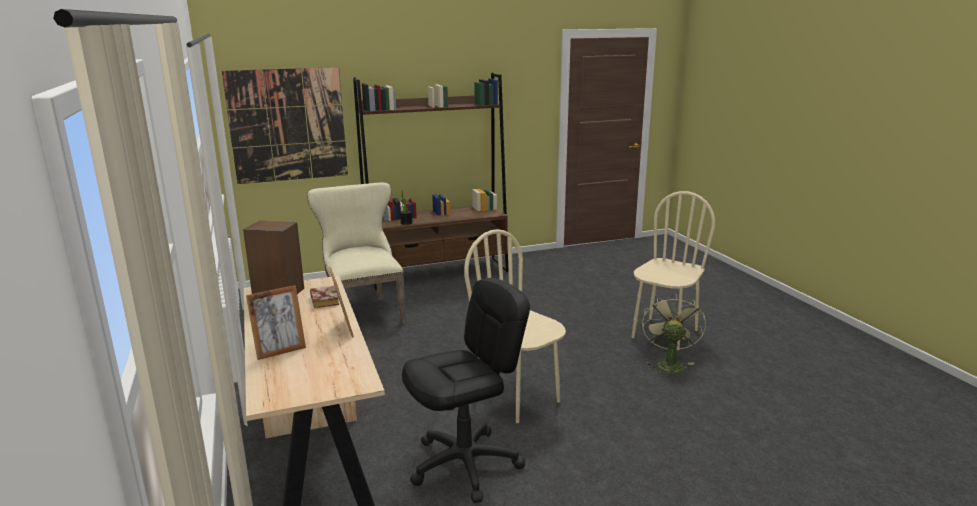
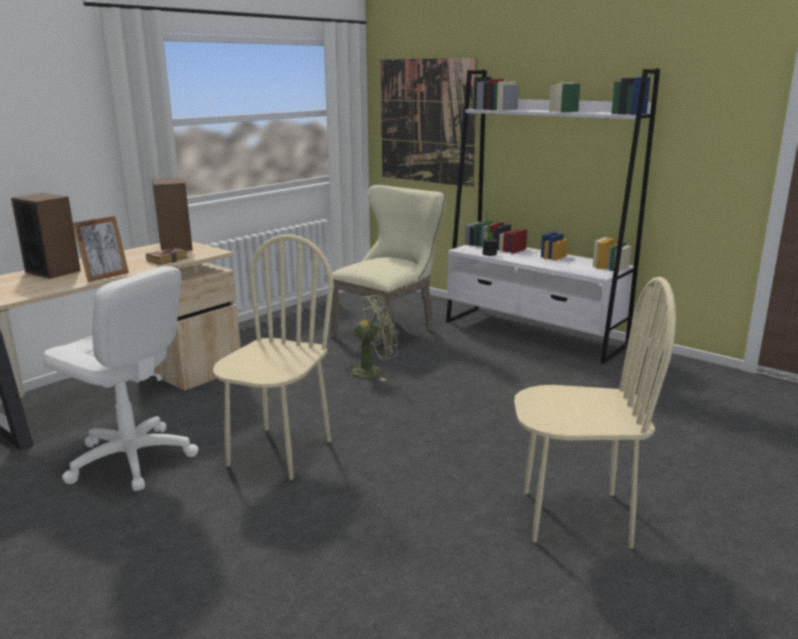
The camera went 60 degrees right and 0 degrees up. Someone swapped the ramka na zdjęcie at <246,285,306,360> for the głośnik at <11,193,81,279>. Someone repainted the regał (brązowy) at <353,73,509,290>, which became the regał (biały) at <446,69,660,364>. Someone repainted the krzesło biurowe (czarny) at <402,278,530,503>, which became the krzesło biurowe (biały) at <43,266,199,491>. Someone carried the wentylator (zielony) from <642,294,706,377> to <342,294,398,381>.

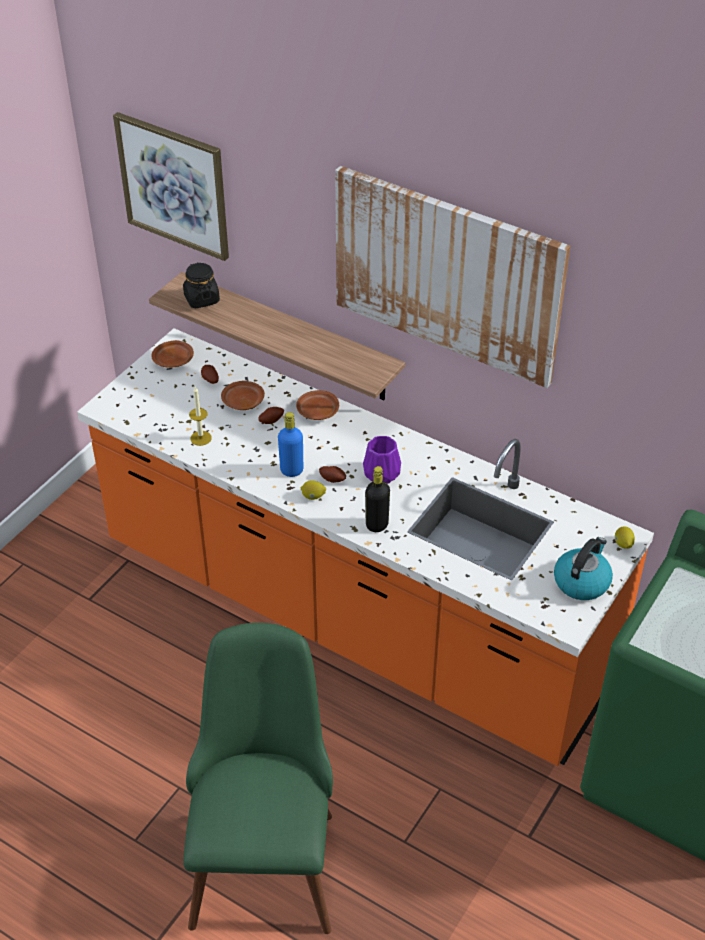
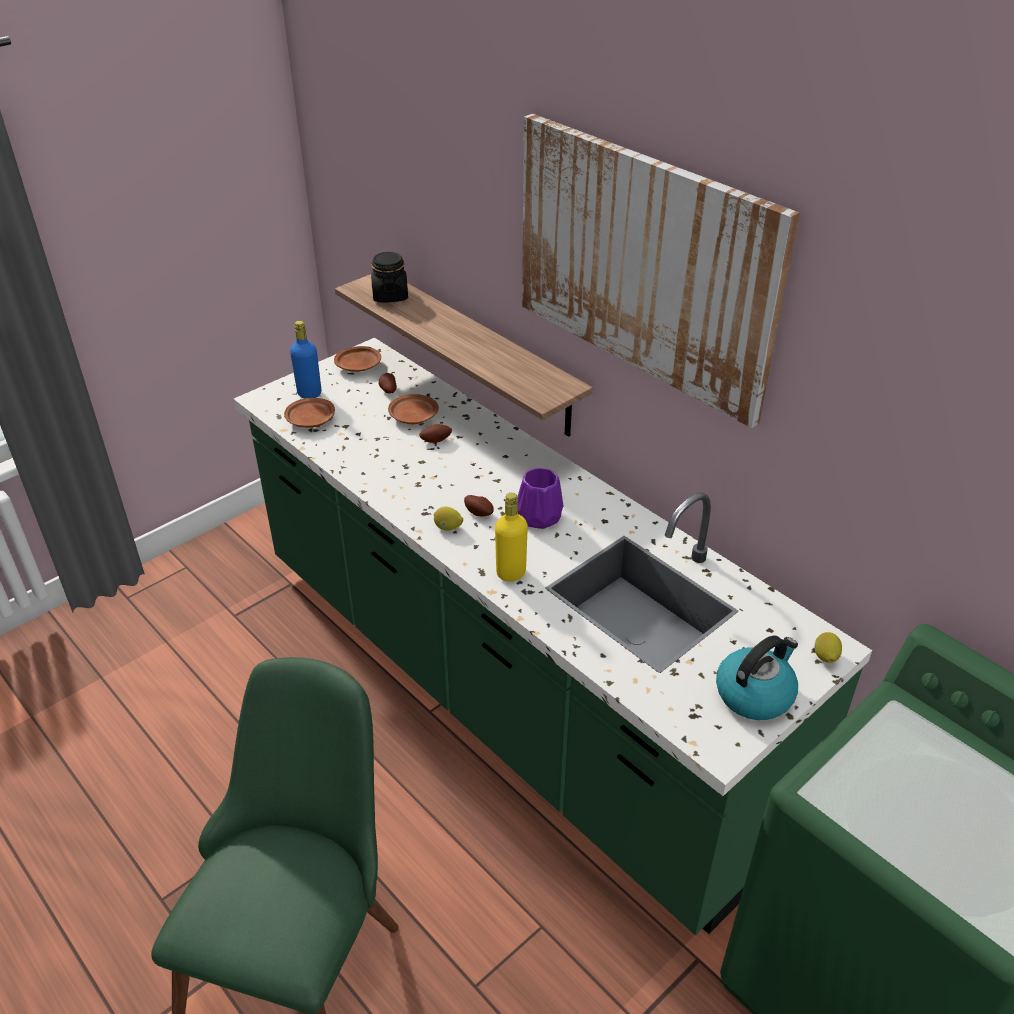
The camera went 15 degrees right and 5 degrees down. Someone repainted the zabudowa kuchenna (pomarańczowy) at <77,328,654,766>, which became the zabudowa kuchenna (zielony) at <233,338,872,935>. Someone took away the obraz at <113,112,229,261>. Someone took away the świeca at <189,387,212,446>. Someone carried the butelka (niebieski) from <278,412,303,477> to <290,321,321,398>. Someone carried the talerz (brązowy) from <296,390,339,420> to <284,398,335,428>. Someone repainted the butelka (czarny) at <365,466,390,532>, which became the butelka (żółty) at <495,493,528,582>.

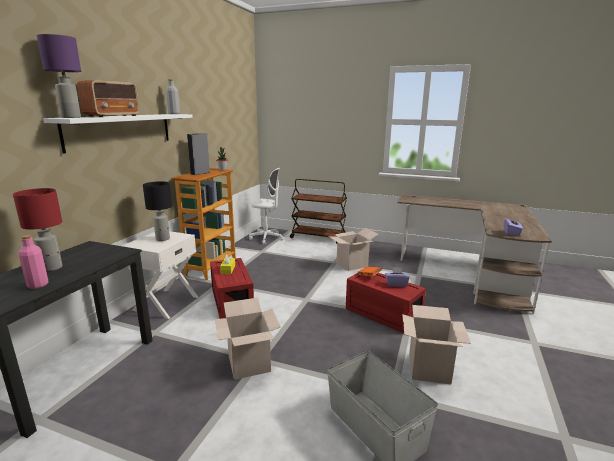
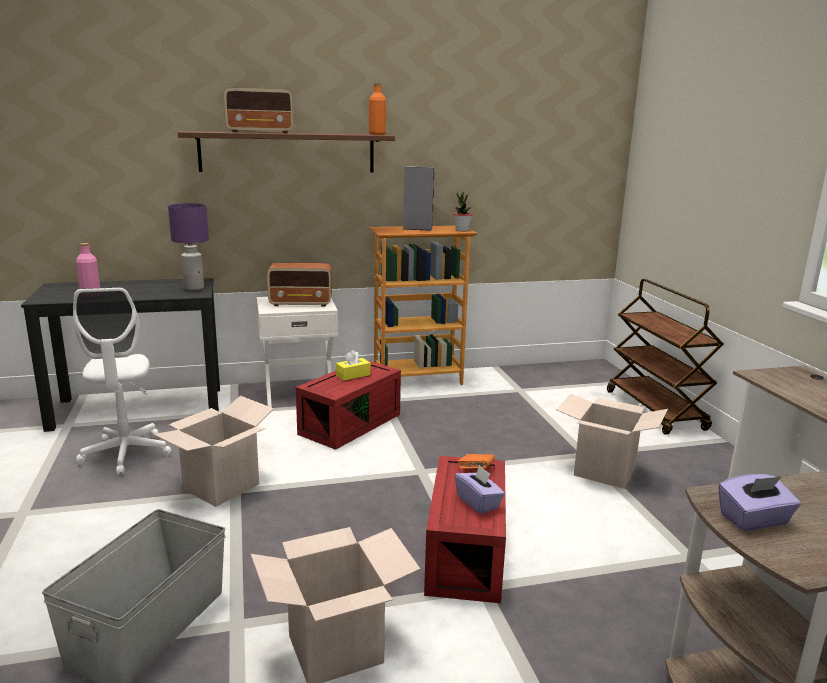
The camera went 55 degrees right and 0 degrees up. Someone took away the lampa stołowa (czerwony) at <13,188,63,271>. Someone carried the lampa stołowa (fioletowy) from <37,34,81,118> to <168,203,209,290>. Someone repainted the półka (biały) at <43,114,193,154>, which became the półka (brązowy) at <178,131,395,173>. Someone swapped the lampa stołowa (czarny) at <143,181,172,241> for the radio at <267,263,332,306>. Someone repainted the butelka (szary) at <166,79,180,114>, which became the butelka (pomarańczowy) at <369,83,386,135>. Someone carried the krzesło biurowe (biały) from <249,168,284,243> to <73,287,172,475>.

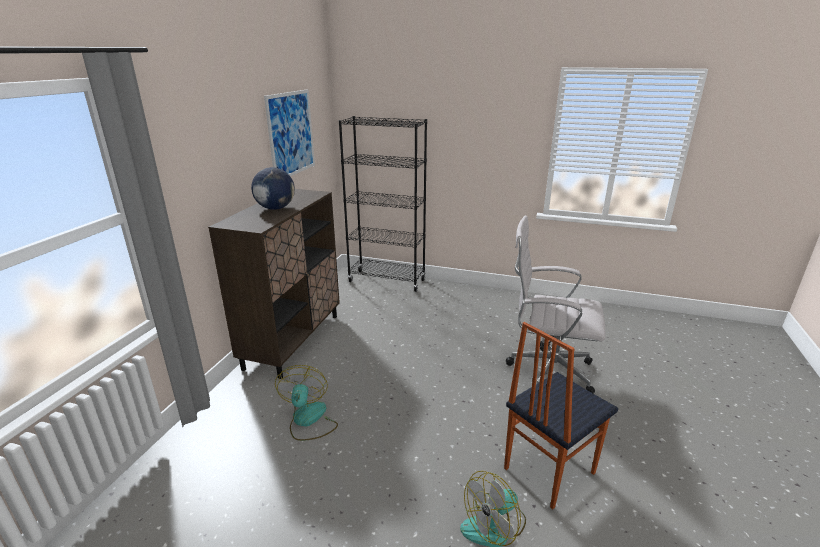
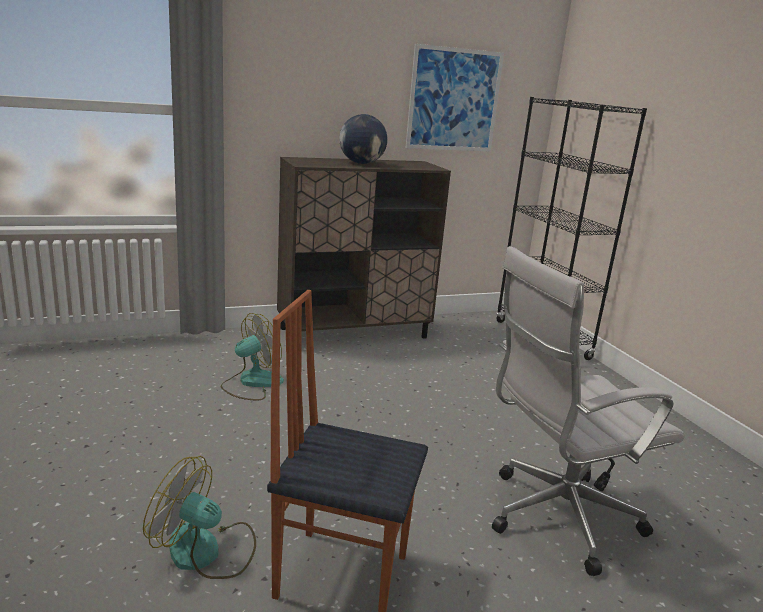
The camera went 50 degrees right and 5 degrees down. Someone rotated the krzesło biurowe (biały) at <506,216,606,394> by 90 degrees counterclockwise.

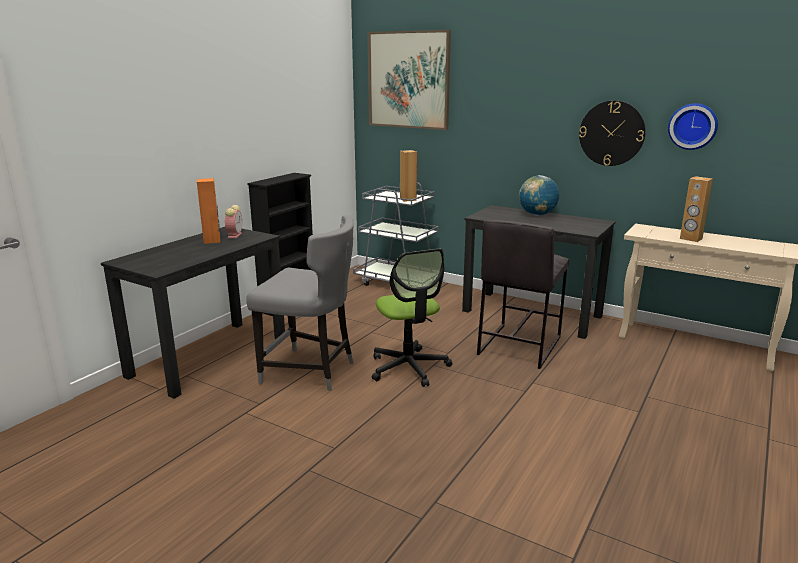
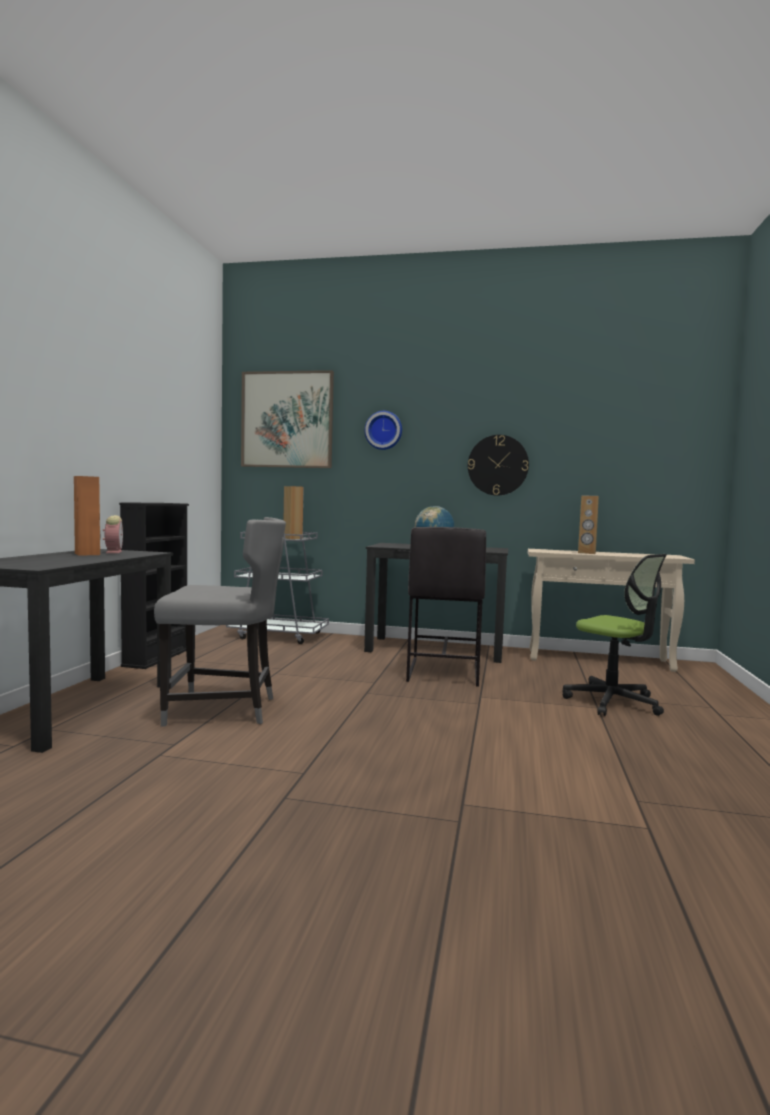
The camera went 20 degrees left and 15 degrees down. Someone carried the krzesło biurowe from <372,249,452,387> to <563,554,667,716>. Someone carried the zegar ścienny from <668,103,718,150> to <364,411,402,450>.

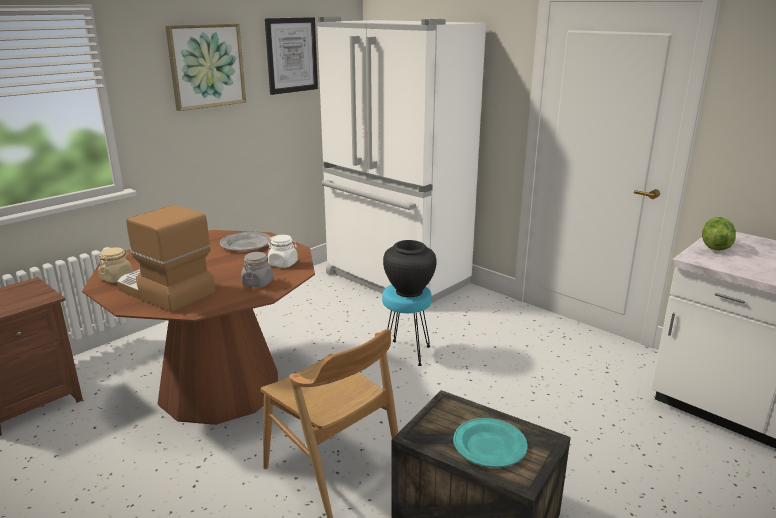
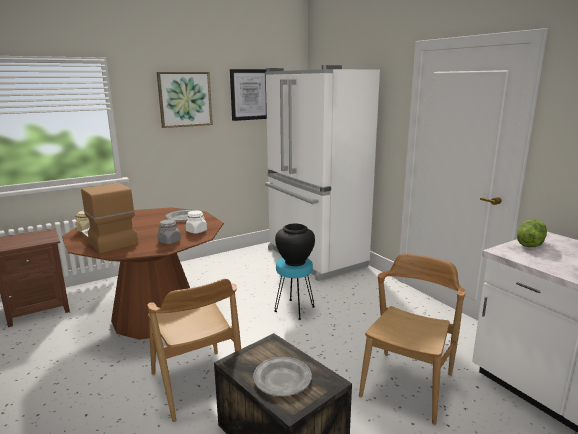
The camera went 15 degrees right and 5 degrees down. Someone repainted the talerz (turkusowy) at <453,418,528,467>, which became the talerz (szary) at <253,357,312,396>. Someone put down the krzesło (brązowy) at <359,254,466,425>.

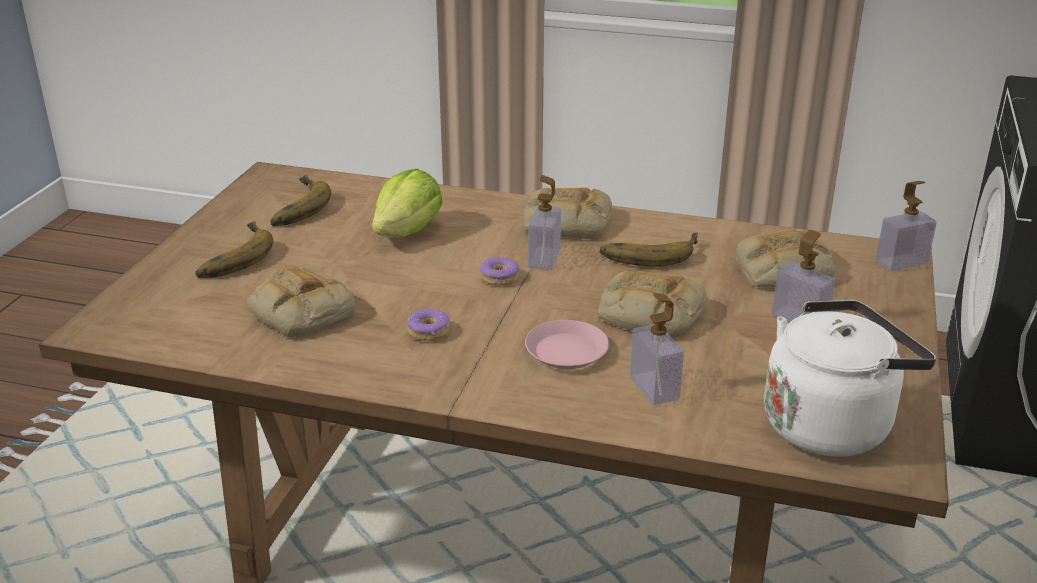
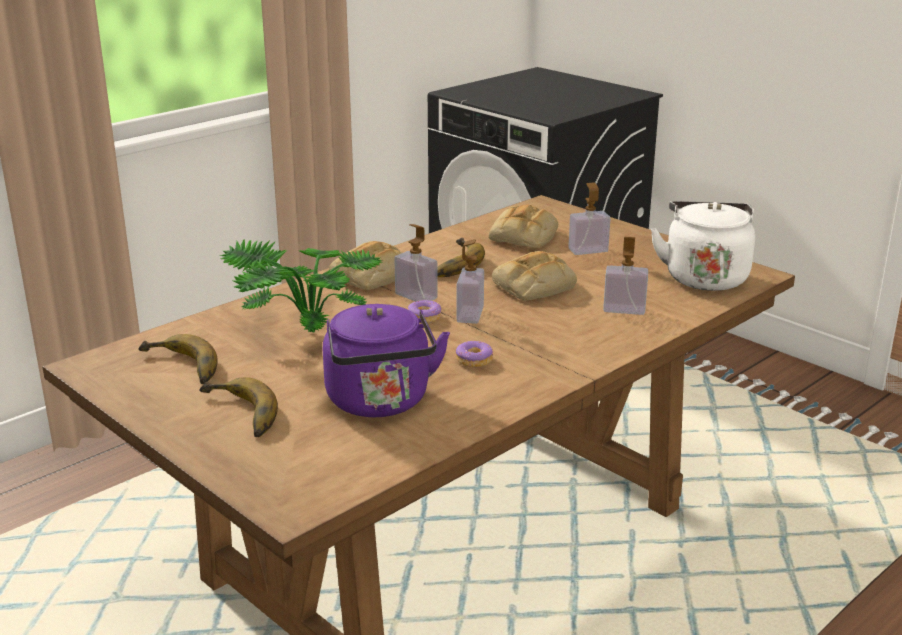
The camera went 60 degrees left and 5 degrees down. Someone swapped the chleb at <247,266,356,337> for the czajnik (fioletowy) at <323,304,450,417>. Someone swapped the sałata at <372,168,443,238> for the roślina doniczkowa at <220,239,382,333>. Someone took away the talerz (różowy) at <525,320,609,369>. Someone carried the dozownik mydła from <876,181,936,271> to <456,239,484,324>.

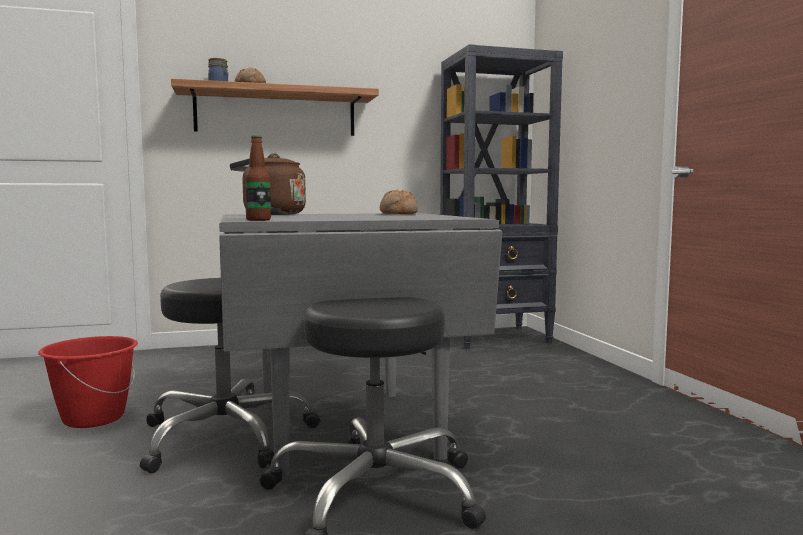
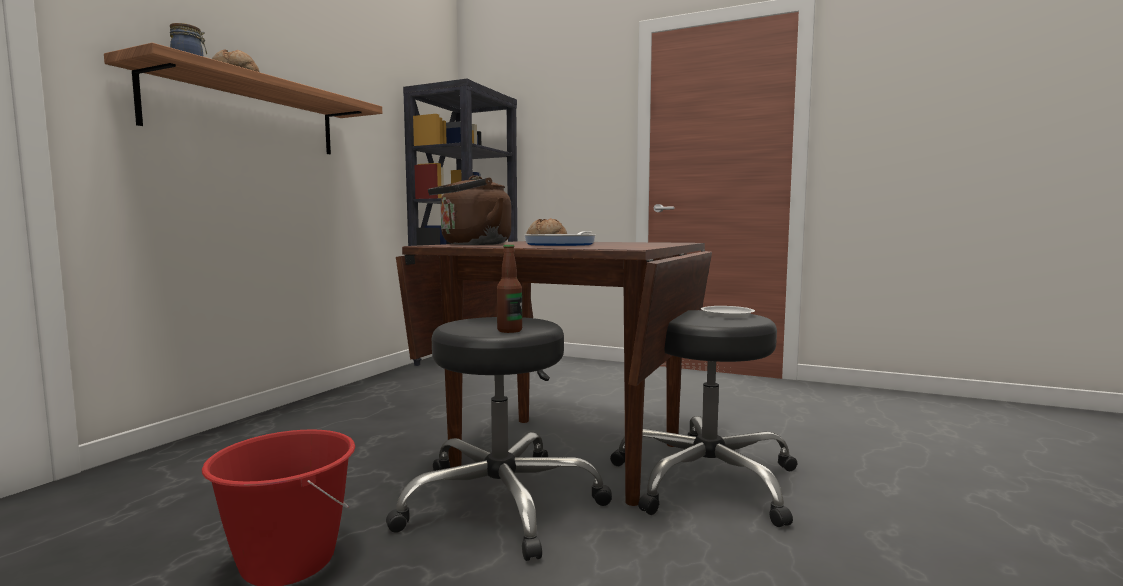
The camera went 50 degrees left and 0 degrees up. Someone repainted the stół jadalny (szary) at <219,213,502,479>, which became the stół jadalny (brązowy) at <396,241,712,506>. Someone carried the butelka from <245,135,271,221> to <497,245,522,333>. Someone put down the patelnia at <524,231,596,246>. Someone put down the talerz (biały) at <701,306,755,317>.

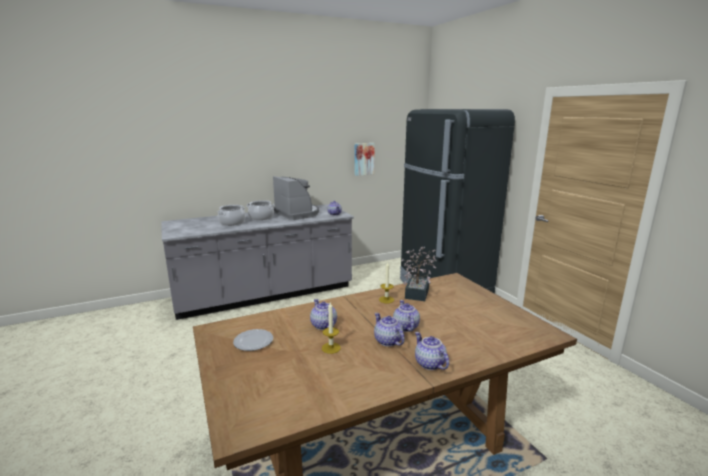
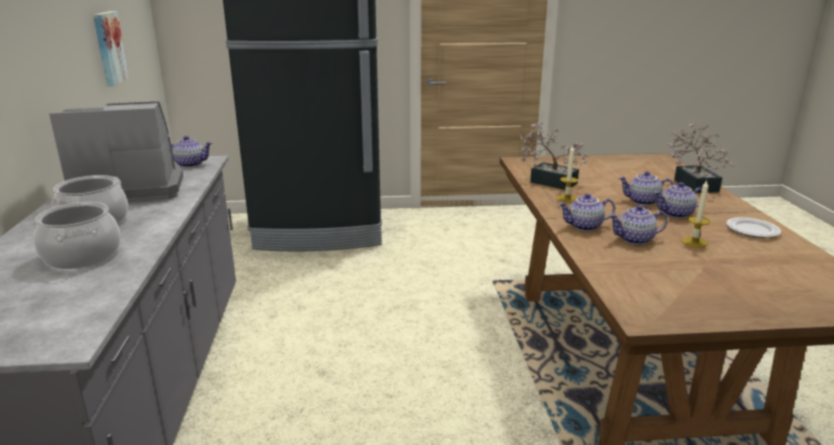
The camera went 70 degrees left and 5 degrees up. Someone carried the talerz from <233,329,273,351> to <726,217,781,238>. Someone carried the imbryk from <415,332,449,370> to <559,193,615,231>. Someone put down the roślina doniczkowa at <668,124,734,193>.

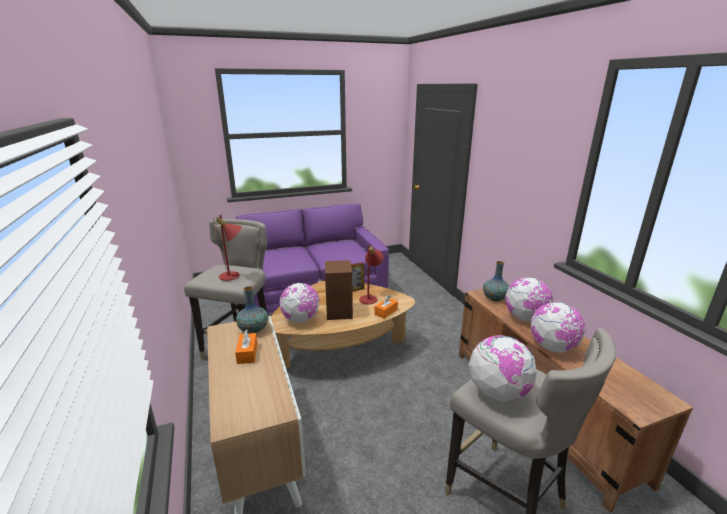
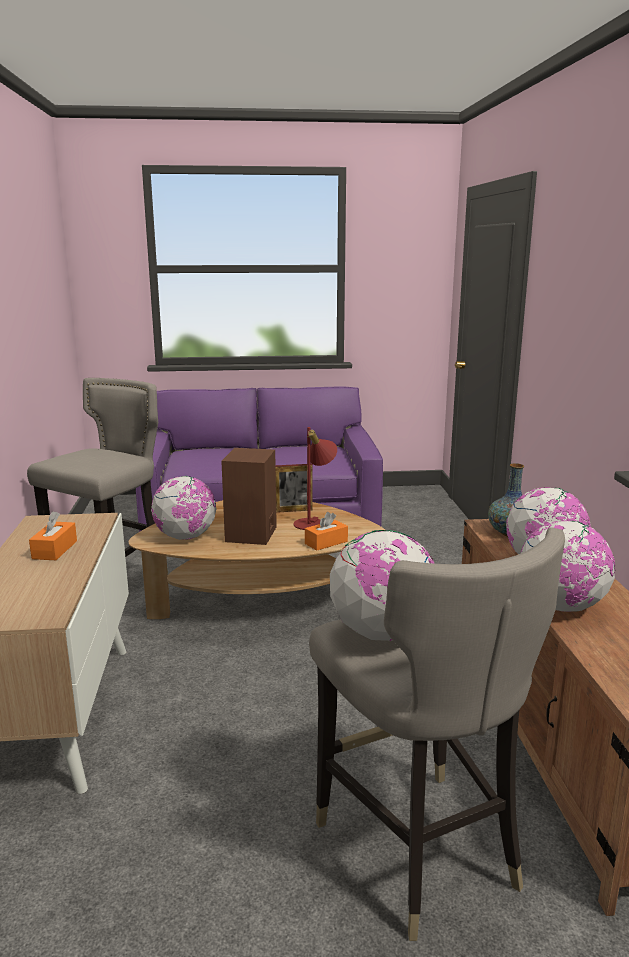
The camera went 15 degrees right and 5 degrees down. Someone took away the lampa stołowa (czerwony) at <213,215,242,281>. Someone took away the wazon at <236,286,268,333>.

